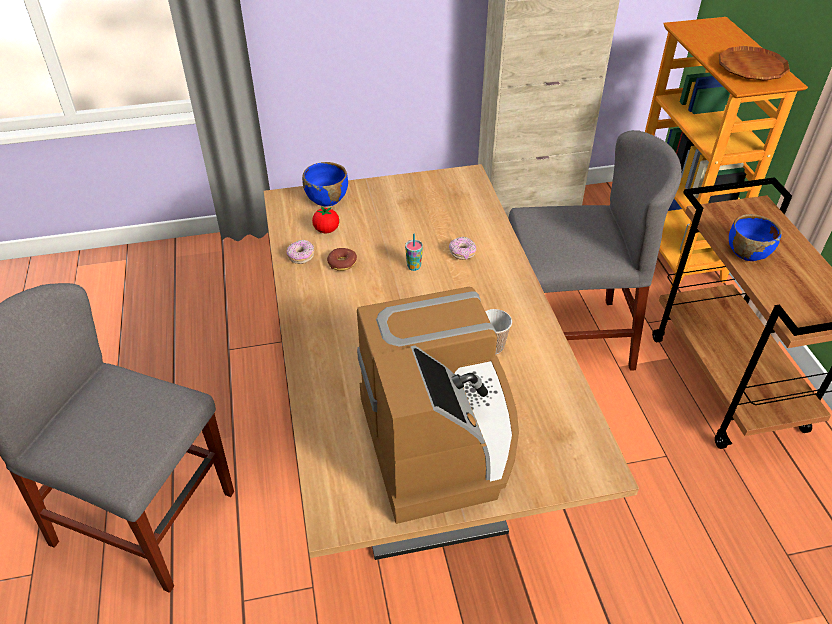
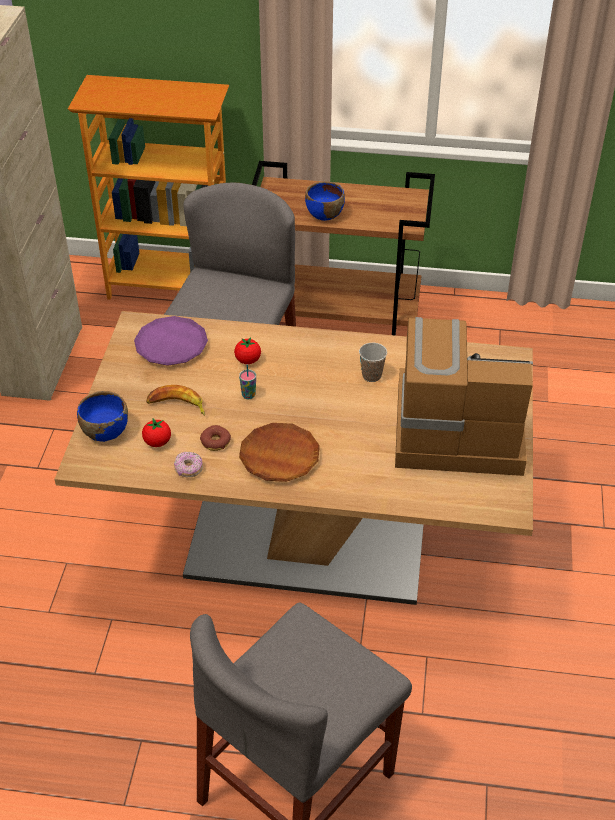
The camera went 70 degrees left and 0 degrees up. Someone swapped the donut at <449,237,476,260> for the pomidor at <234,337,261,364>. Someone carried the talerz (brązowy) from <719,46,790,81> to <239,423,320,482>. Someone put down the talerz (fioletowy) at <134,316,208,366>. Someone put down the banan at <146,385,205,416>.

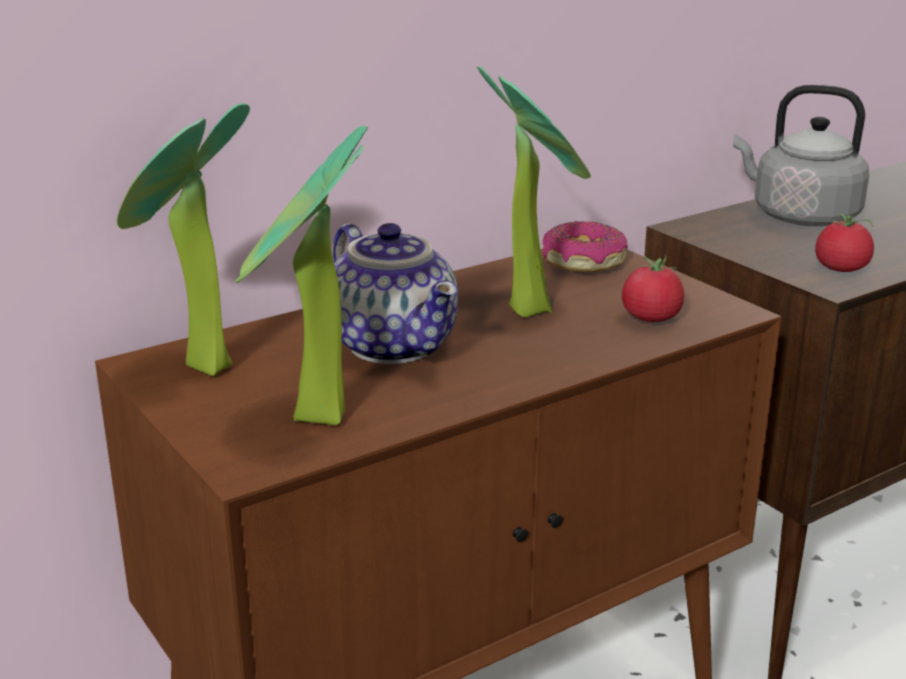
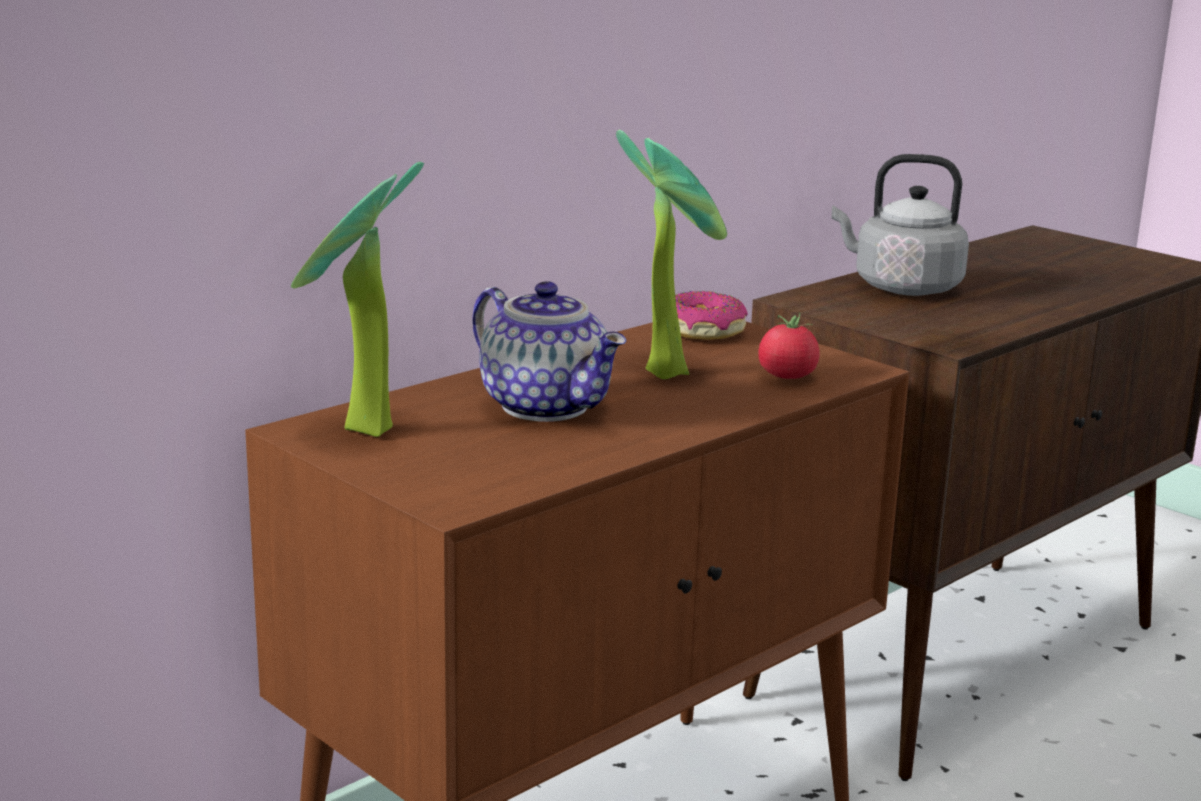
The camera went 10 degrees left and 5 degrees down. Someone took away the roślina doniczkowa at <235,126,368,425>. Someone took away the pomidor at <815,213,874,272>.

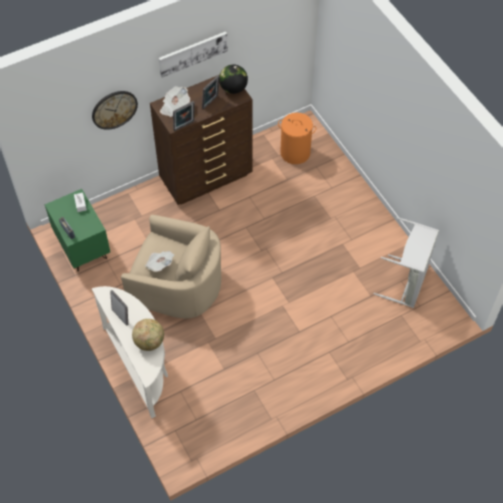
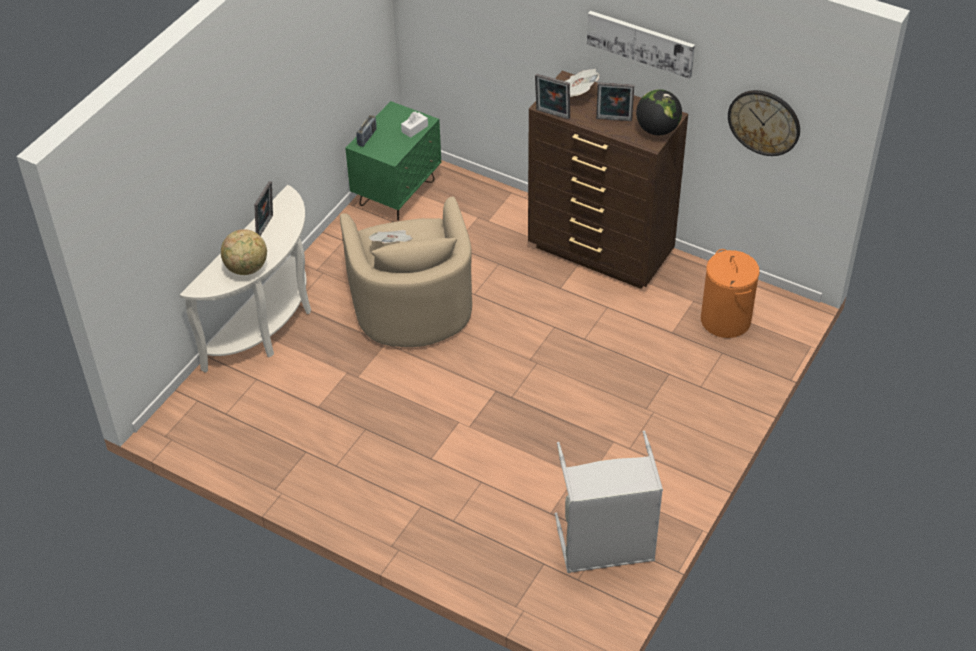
The camera went 60 degrees right and 10 degrees down. Someone carried the zegar ścienny from <92,91,138,130> to <728,90,800,156>.

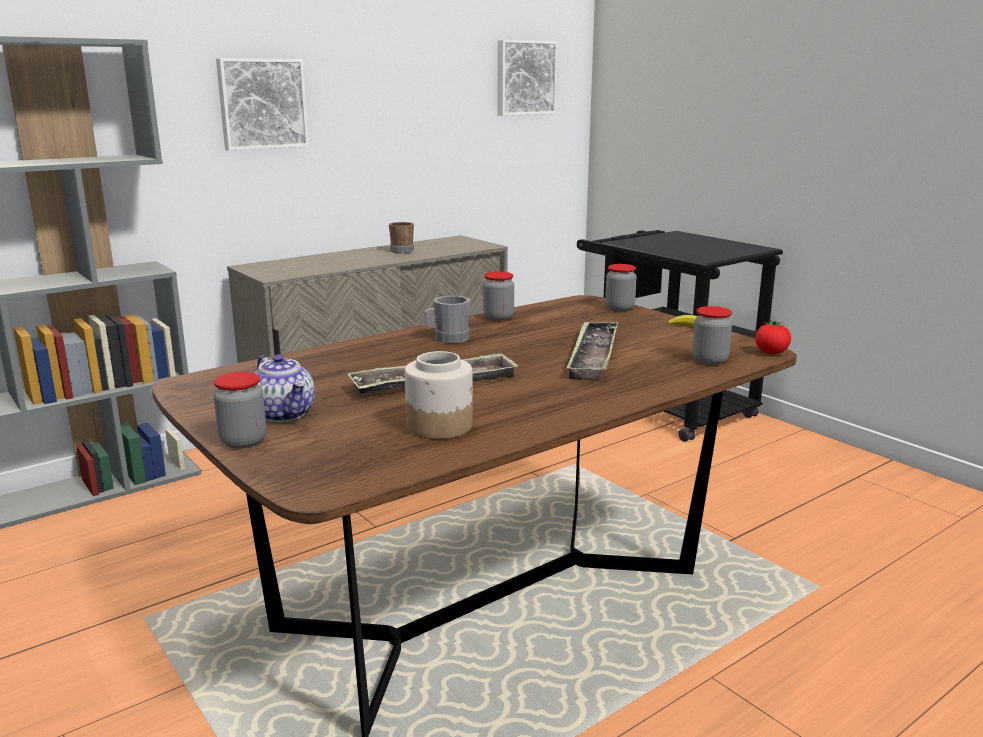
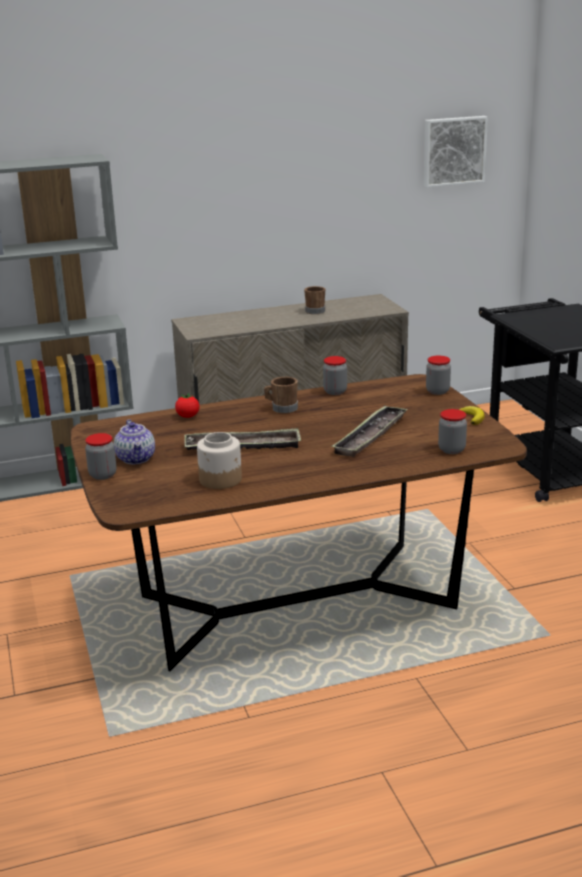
The camera went 20 degrees right and 5 degrees up. Someone took away the obraz at <216,58,309,151>. Someone repainted the kubek (szary) at <424,296,470,343>, which became the kubek (brązowy) at <264,377,298,413>. Someone carried the pomidor from <755,320,791,354> to <175,393,200,418>.

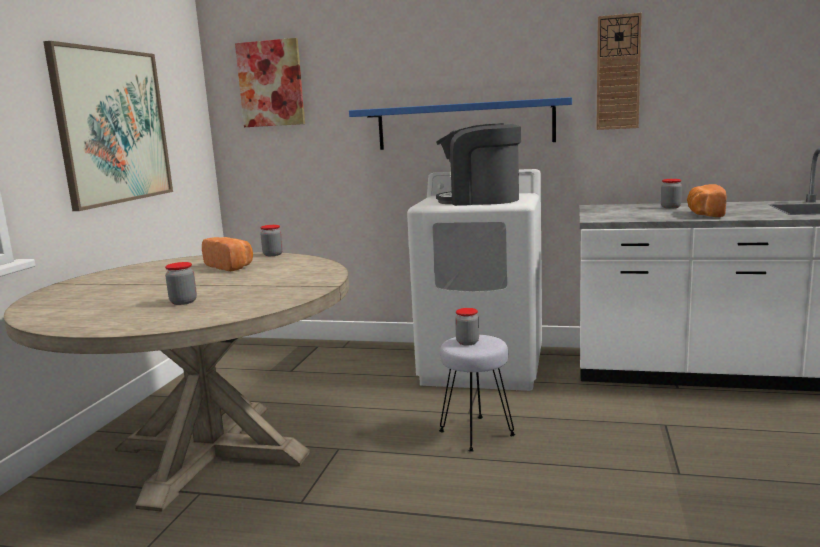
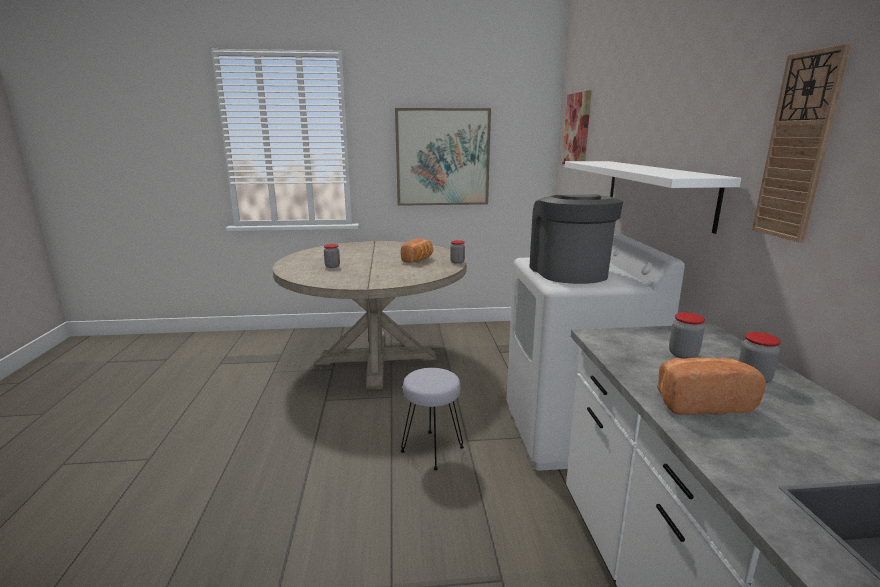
The camera went 70 degrees right and 5 degrees up. Someone repainted the półka (niebieski) at <349,97,572,150>, which became the półka (biały) at <565,161,741,234>. Someone carried the słoik from <455,308,479,345> to <669,312,705,358>.

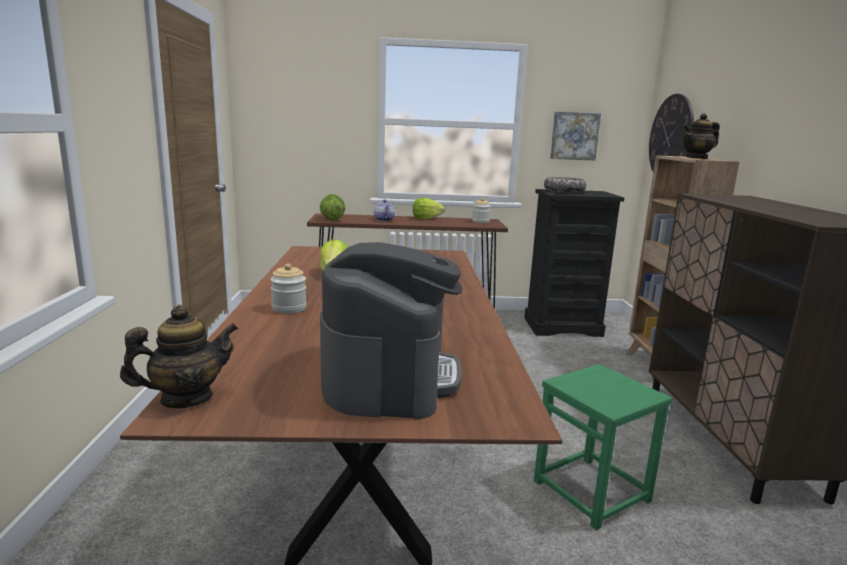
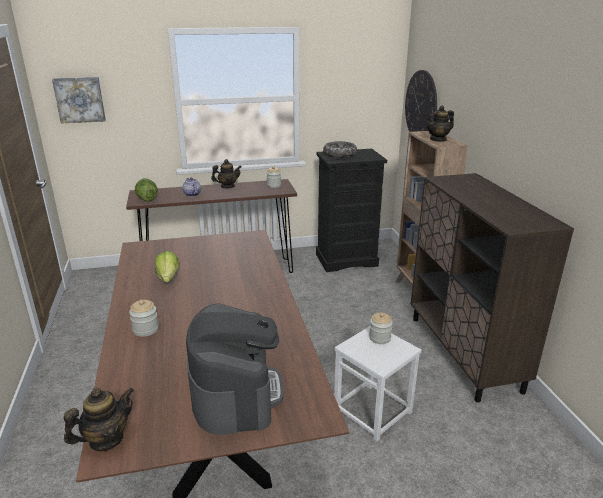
The camera went 10 degrees left and 10 degrees up. Someone swapped the sałata at <413,198,445,219> for the imbryk at <211,159,242,188>. Someone repainted the stołek (zielony) at <534,364,672,530>, which became the stołek (biały) at <334,326,421,441>. Someone carried the obraz from <550,112,601,160> to <52,77,106,123>. Someone put down the słoik at <369,313,393,344>.

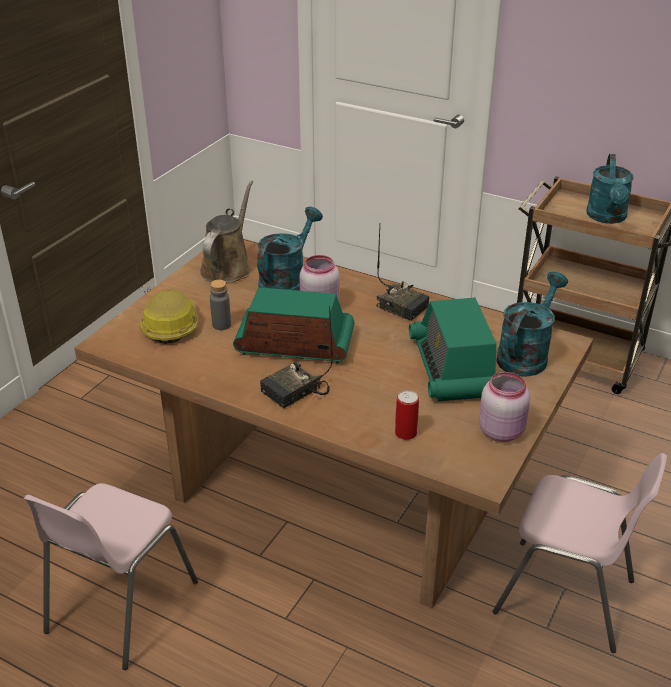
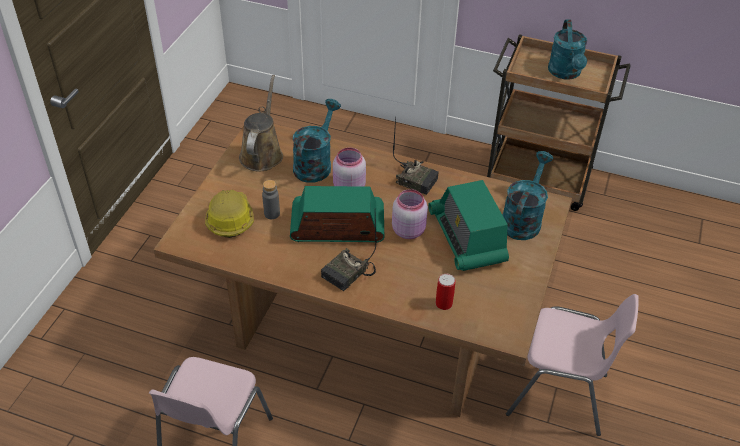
The camera went 10 degrees left and 10 degrees up. Someone carried the słoik (różowy) from <479,372,530,442> to <392,189,428,239>.

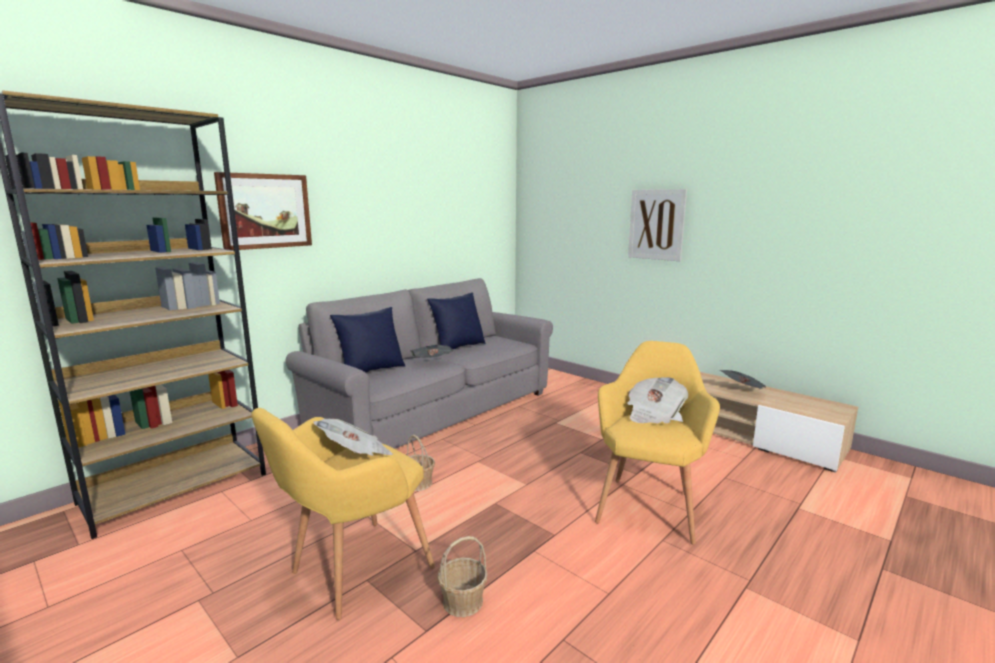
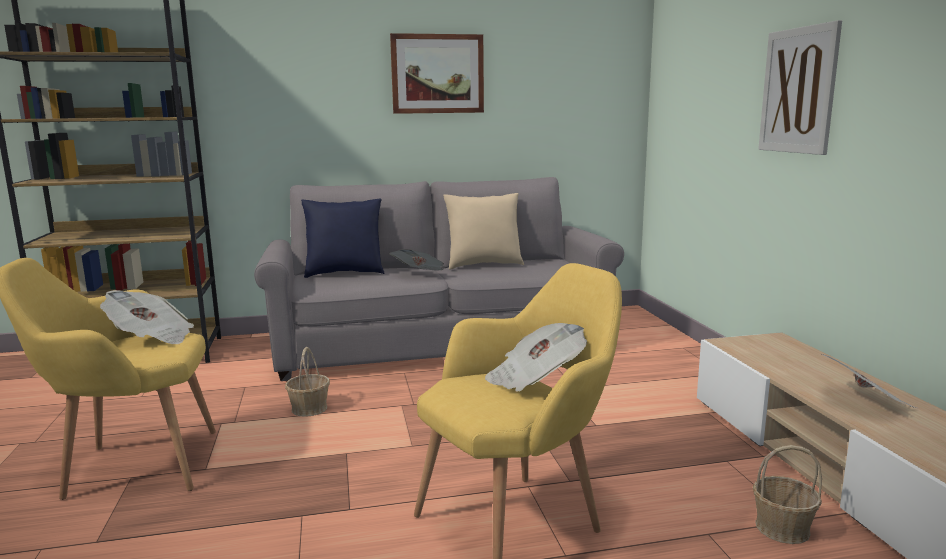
The camera went 35 degrees right and 0 degrees up. Someone carried the obraz from <214,172,312,250> to <390,33,484,114>. Someone repainted the poduszka (niebieski) at <427,292,485,349>, which became the poduszka (beżowy) at <443,193,524,269>. Someone carried the koszyk from <437,536,488,617> to <752,445,822,544>.

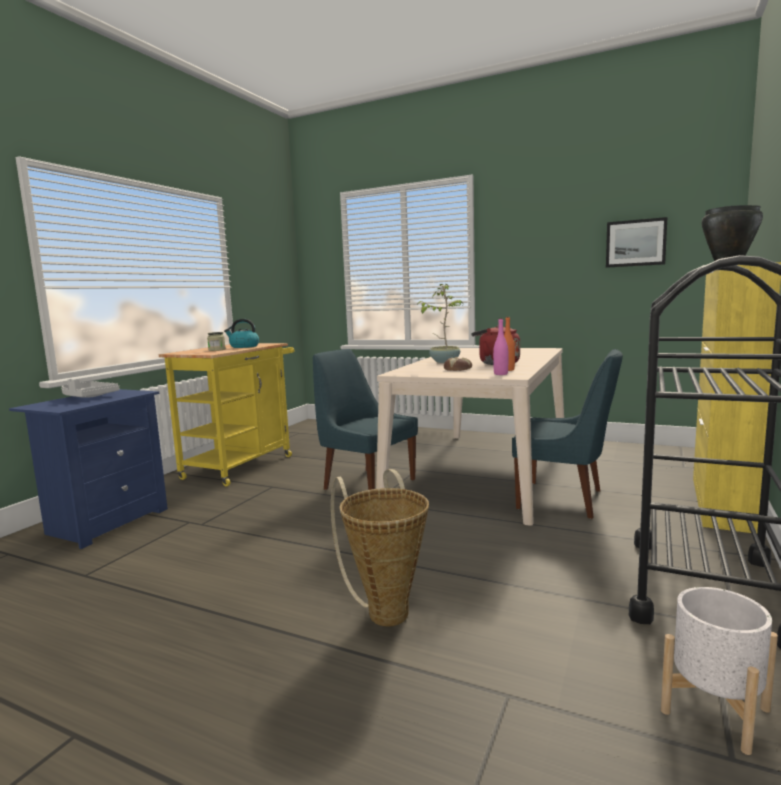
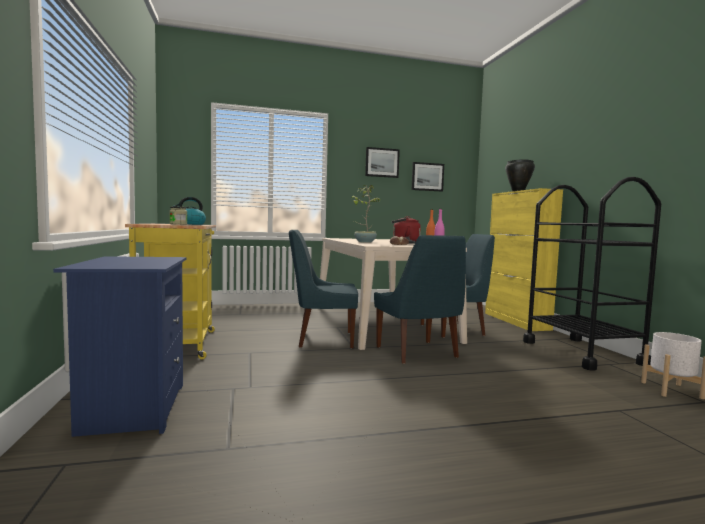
The camera went 40 degrees left and 5 degrees down. Someone took away the taca (szary) at <61,379,120,398>. Someone took away the koszyk at <331,469,429,627>. Someone put up the obraz at <365,147,400,178>. Someone put down the krzesło (niebieski) at <374,235,466,364>.

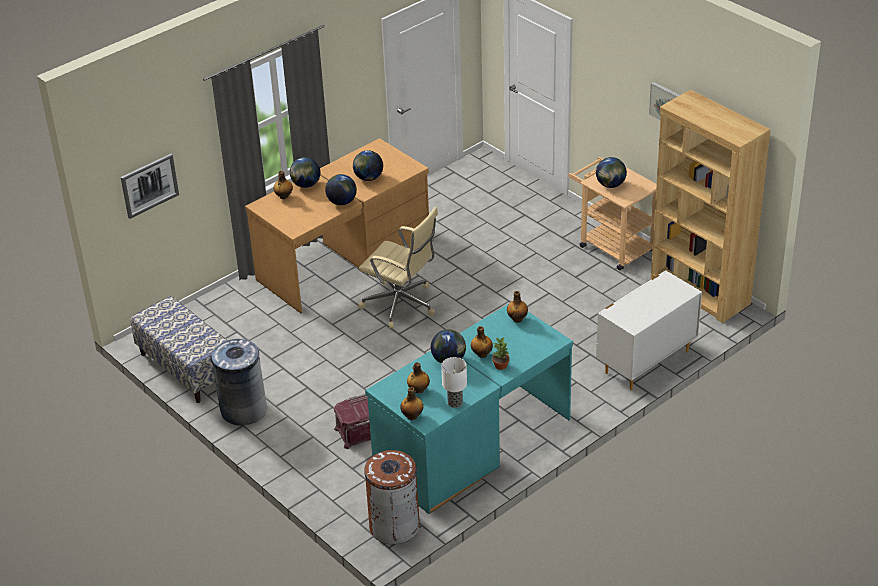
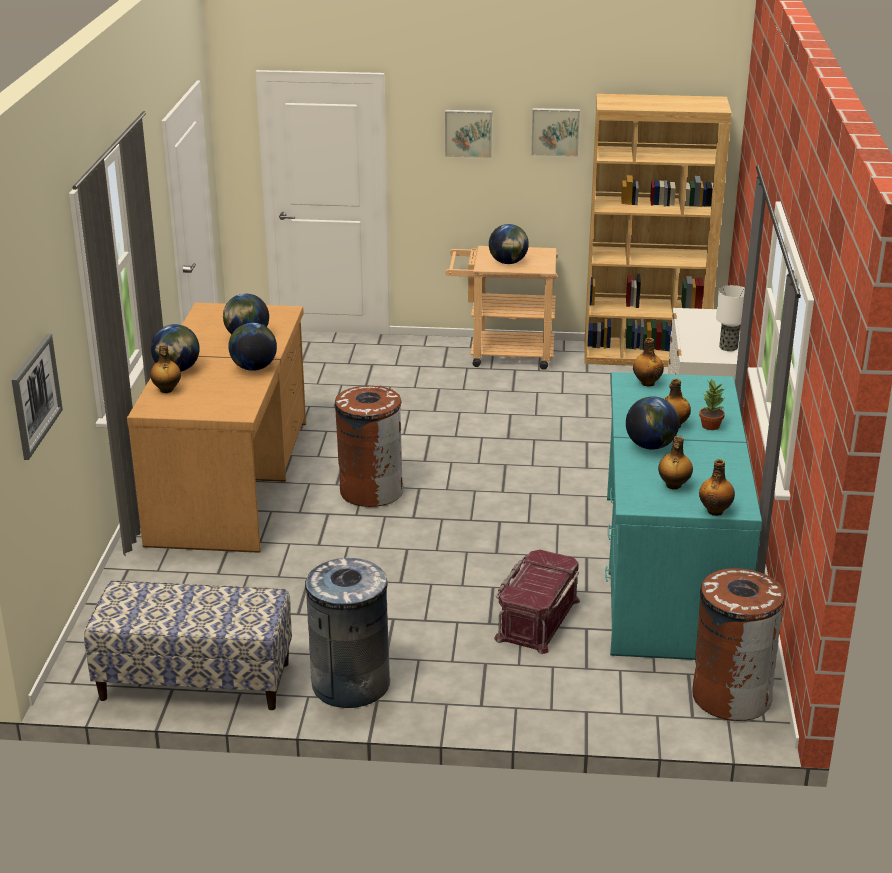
The camera went 45 degrees left and 10 degrees down. Someone swapped the krzesło biurowe (beżowy) at <358,207,438,329> for the kosz na śmieci (brązowy) at <335,386,404,507>. Someone carried the lampa stołowa from <441,357,467,408> to <716,285,745,351>. Someone put up the obraz at <445,110,492,158>.

